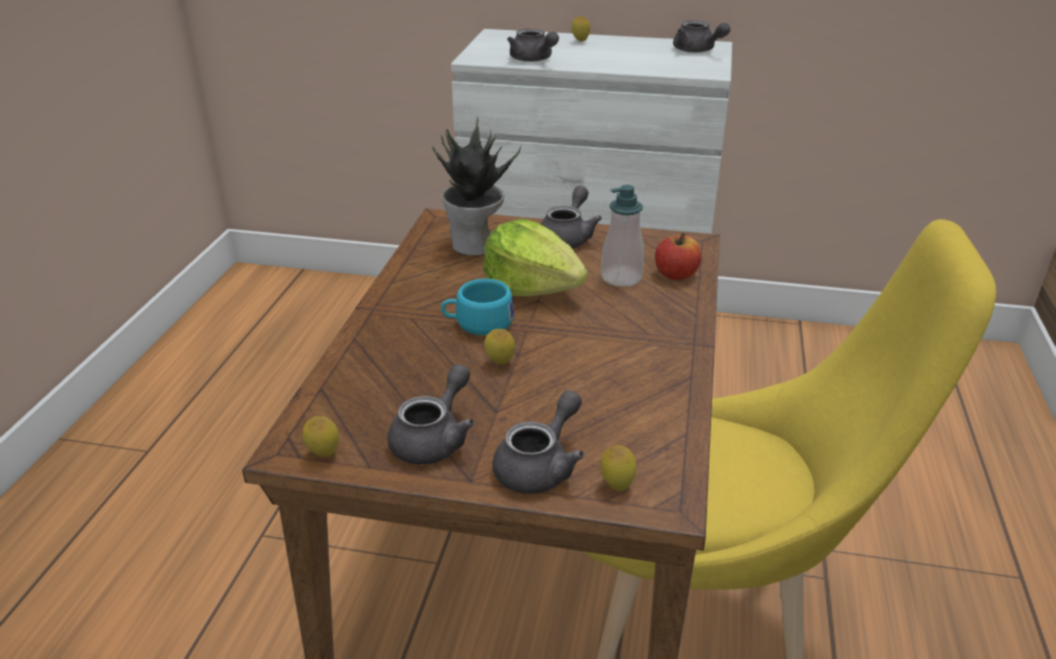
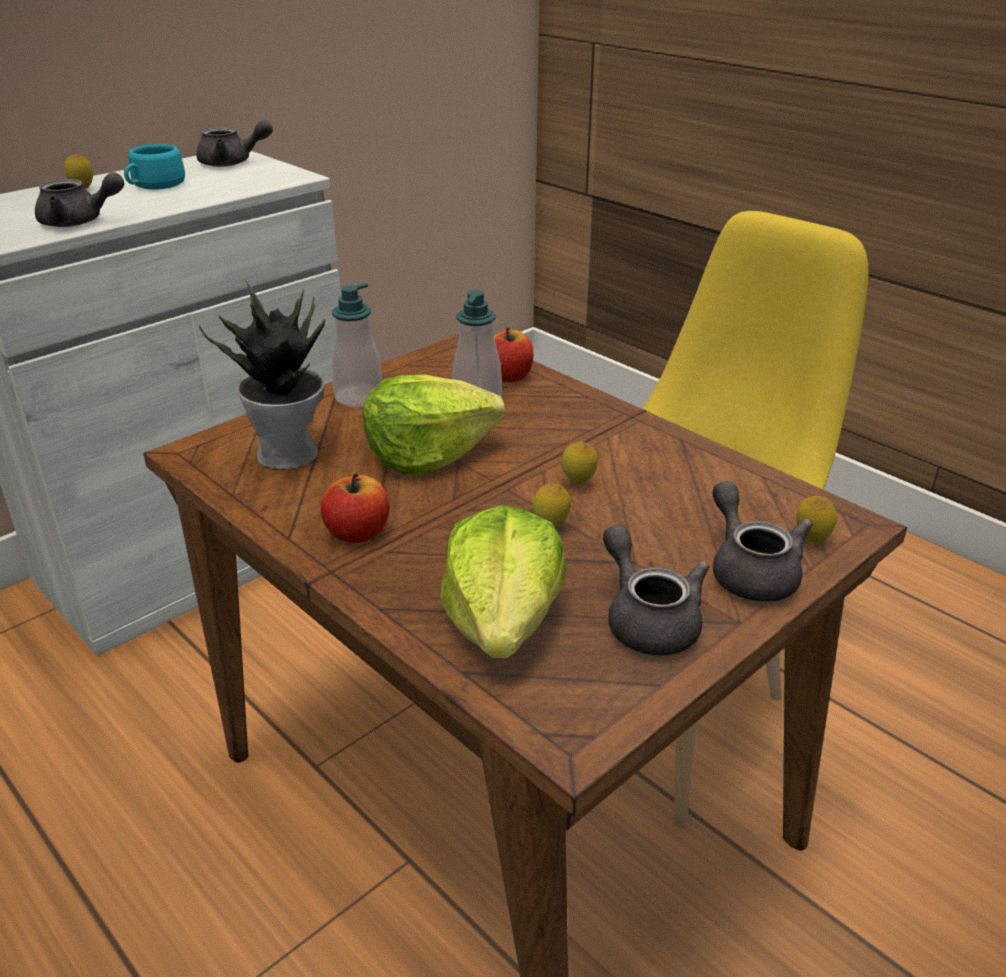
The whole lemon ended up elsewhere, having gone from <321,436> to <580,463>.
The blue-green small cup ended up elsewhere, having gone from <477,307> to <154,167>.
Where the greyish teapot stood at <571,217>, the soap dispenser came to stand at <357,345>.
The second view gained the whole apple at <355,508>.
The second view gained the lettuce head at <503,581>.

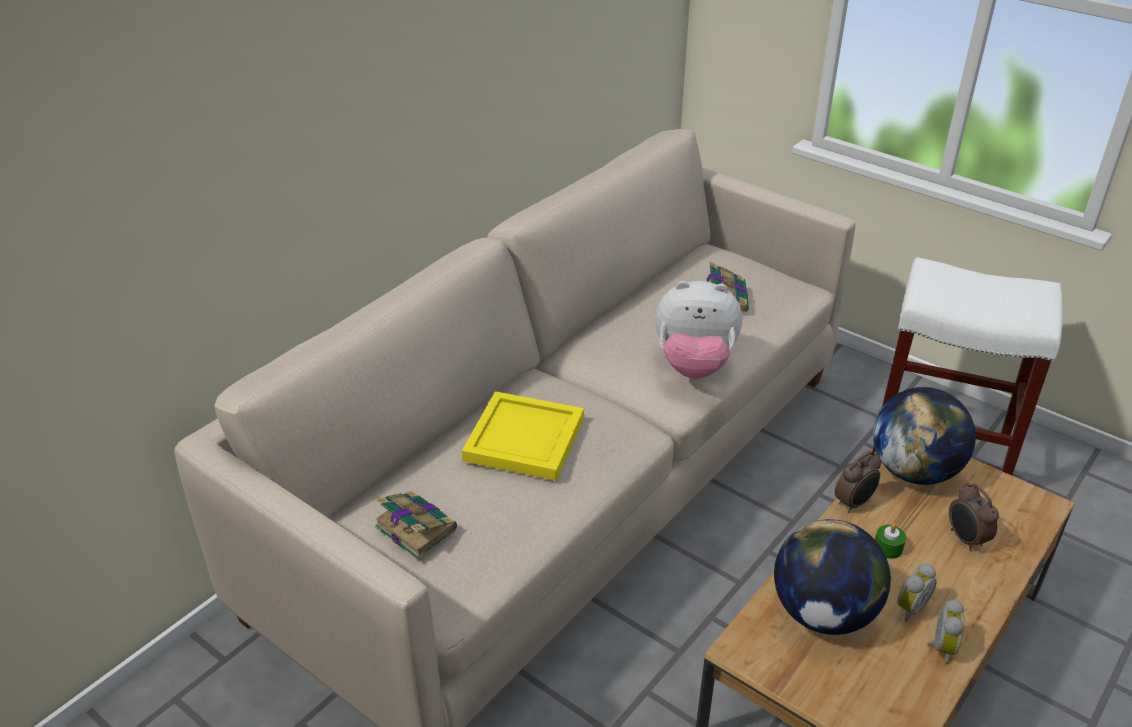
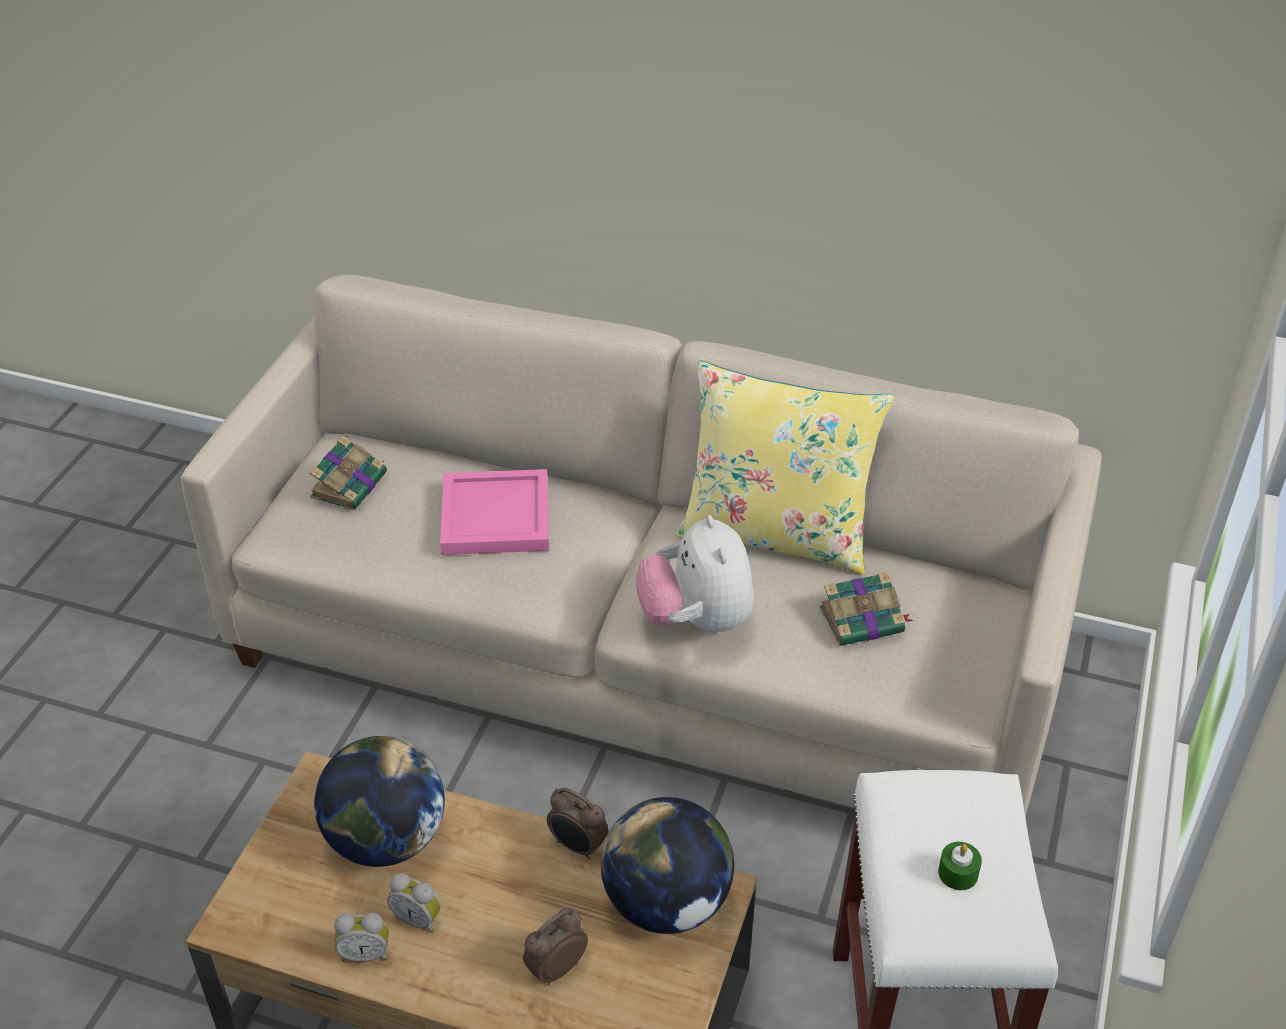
What was the yellowish serving tray at <523,436> turned into the pink-coloured serving tray at <494,512>.
The greenish candle ended up elsewhere, having gone from <890,541> to <960,866>.
The second view gained the yellowish cushion at <785,467>.

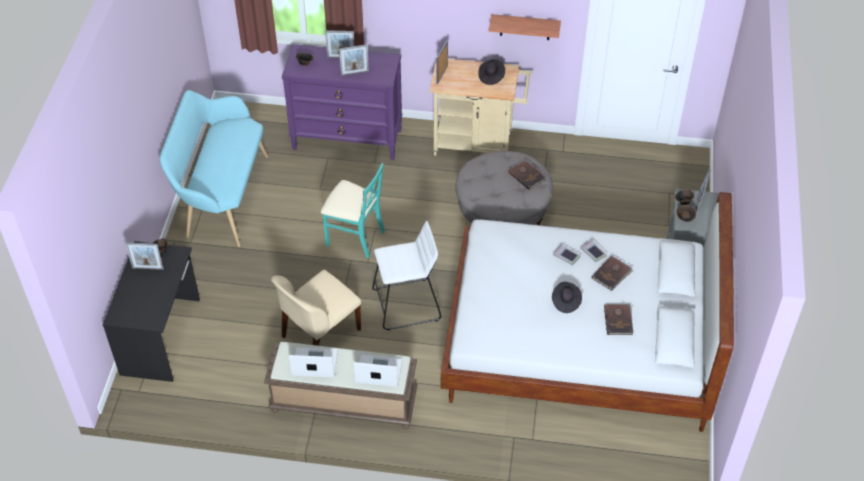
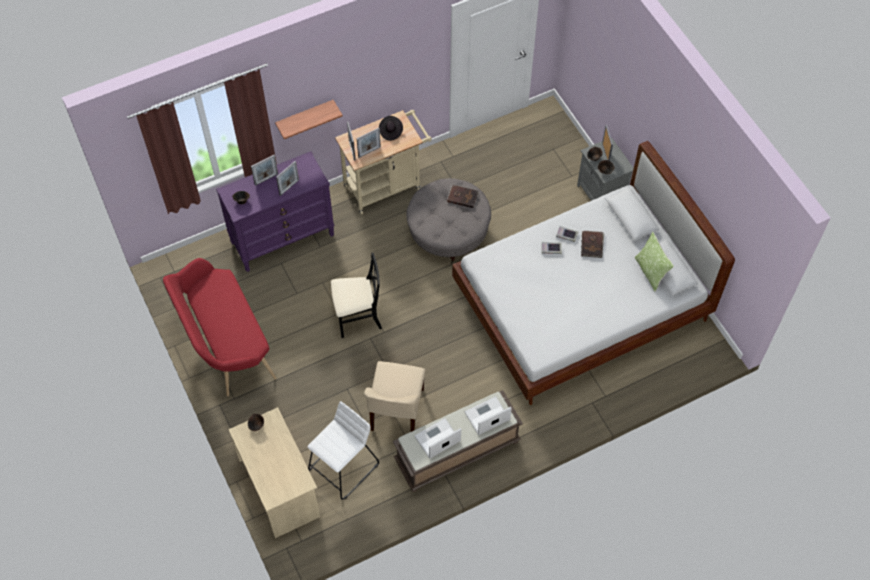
What was the black-coloured desk unit at <151,311> turned into the beige desk unit at <274,472>.
The photo frame ended up elsewhere, having gone from <144,256> to <369,143>.
What was the blue-green indoor bench at <214,168> turned into the reddish indoor bench at <219,327>.
What was the blue-green plain chair at <353,210> turned into the black-coloured plain chair at <356,295>.
The white-coloured stool seat ended up elsewhere, having gone from <406,275> to <343,450>.
The shelf ended up elsewhere, having gone from <525,27> to <309,119>.
The second view lost the black-coloured clothing hat at <567,297>.
The second view lost the brown bound book at <619,319>.
The second view gained the cushion at <654,262>.

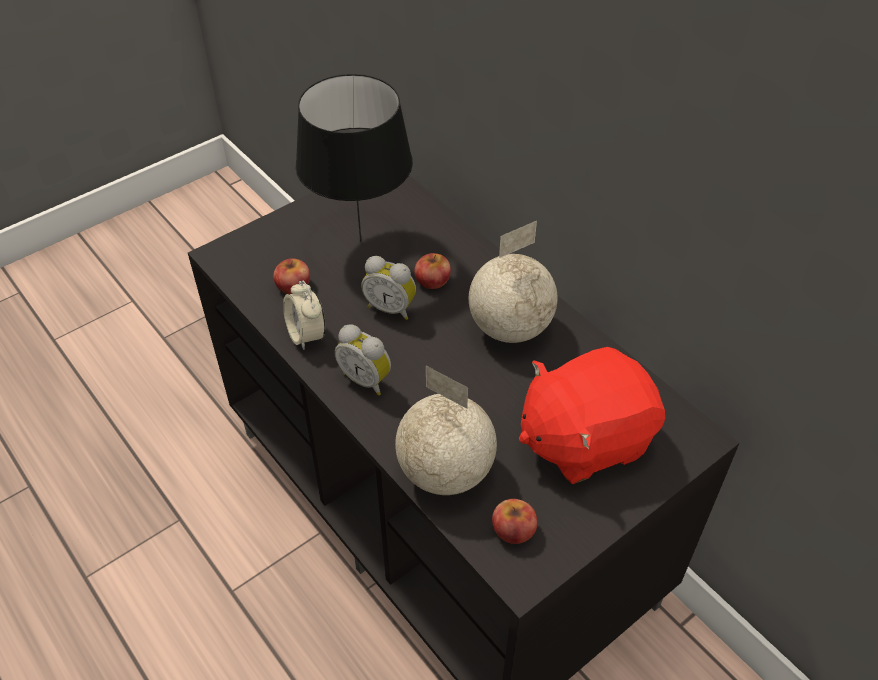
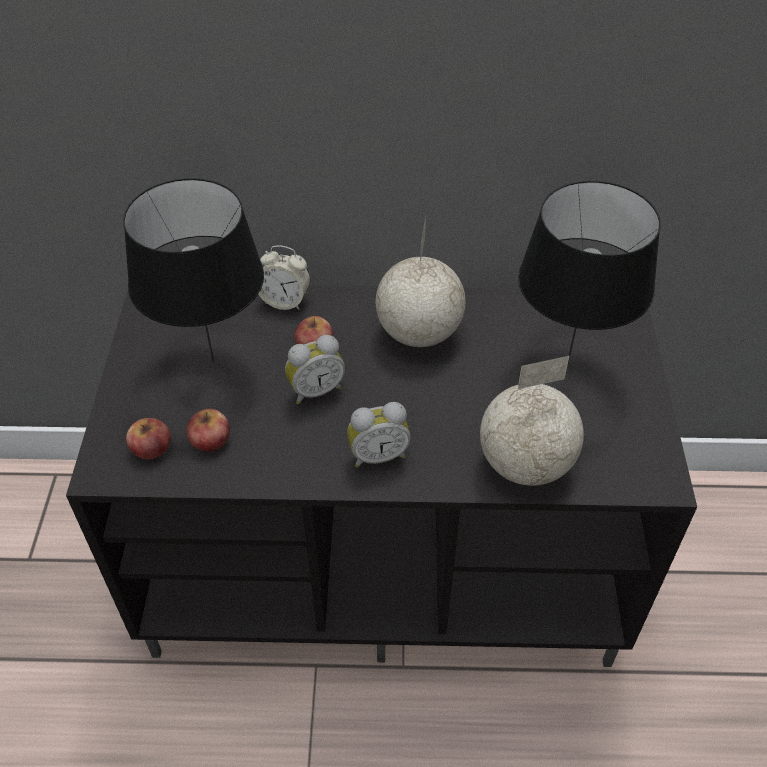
The table clock ended up elsewhere, having gone from <304,315> to <284,278>.
The whole apple ended up elsewhere, having gone from <515,521> to <148,438>.
Where the reddish cuddly toy stood at <592,415>, the black-coloured table lamp came to stand at <589,272>.

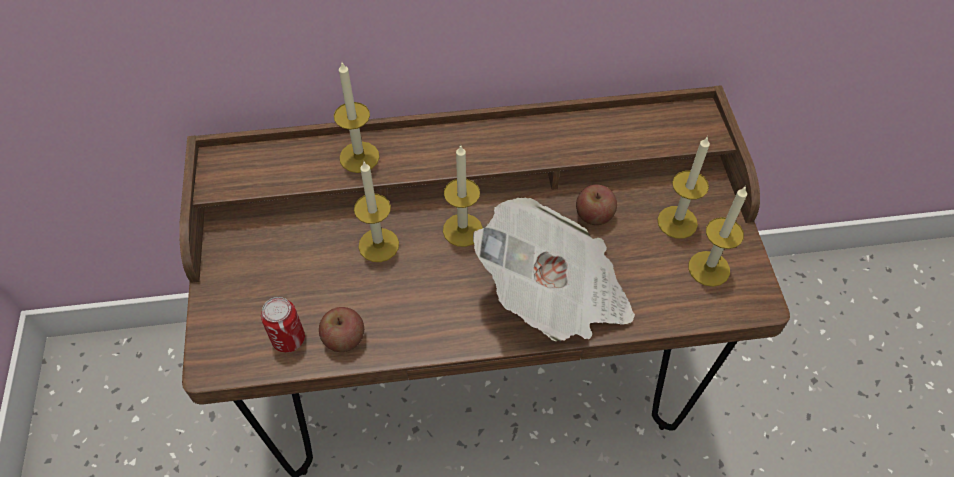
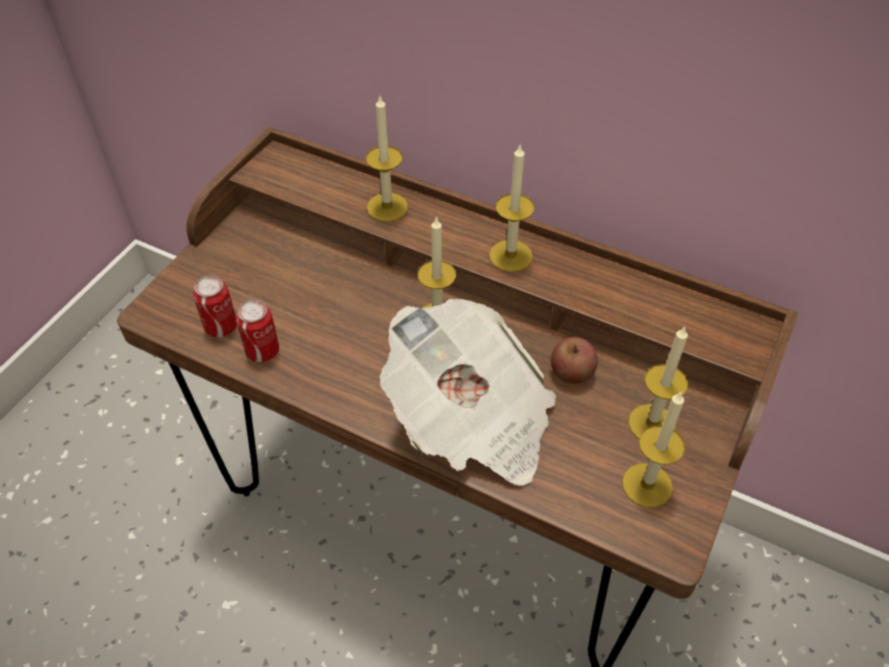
Where the whole apple stood at <341,329>, the can came to stand at <257,331>.
The candle ended up elsewhere, having gone from <376,212> to <512,208>.

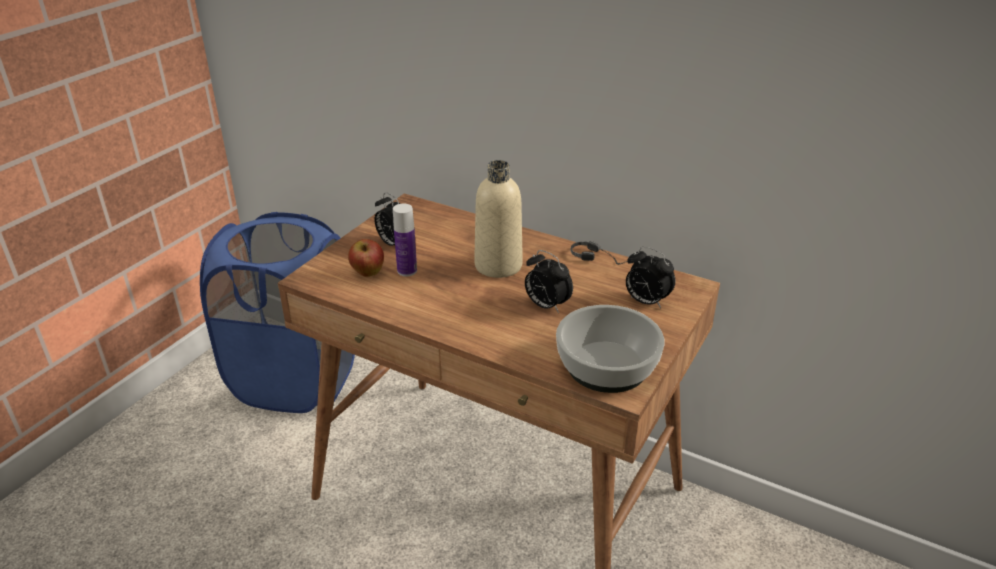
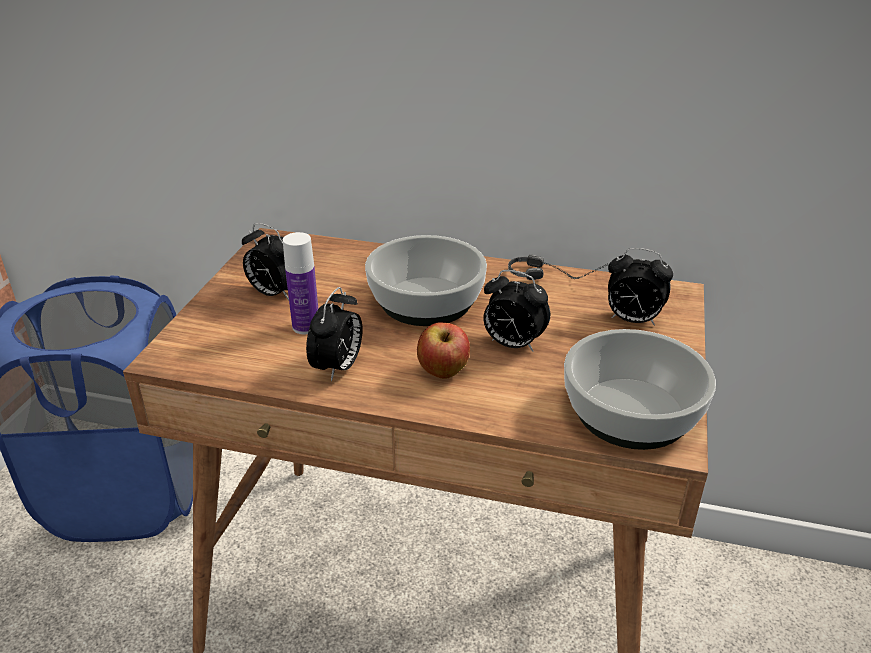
The whole apple ended up elsewhere, having gone from <366,258> to <443,350>.
Where the beige drink bottle stood at <498,219>, the bowl came to stand at <426,280>.
The second view gained the table clock at <334,334>.

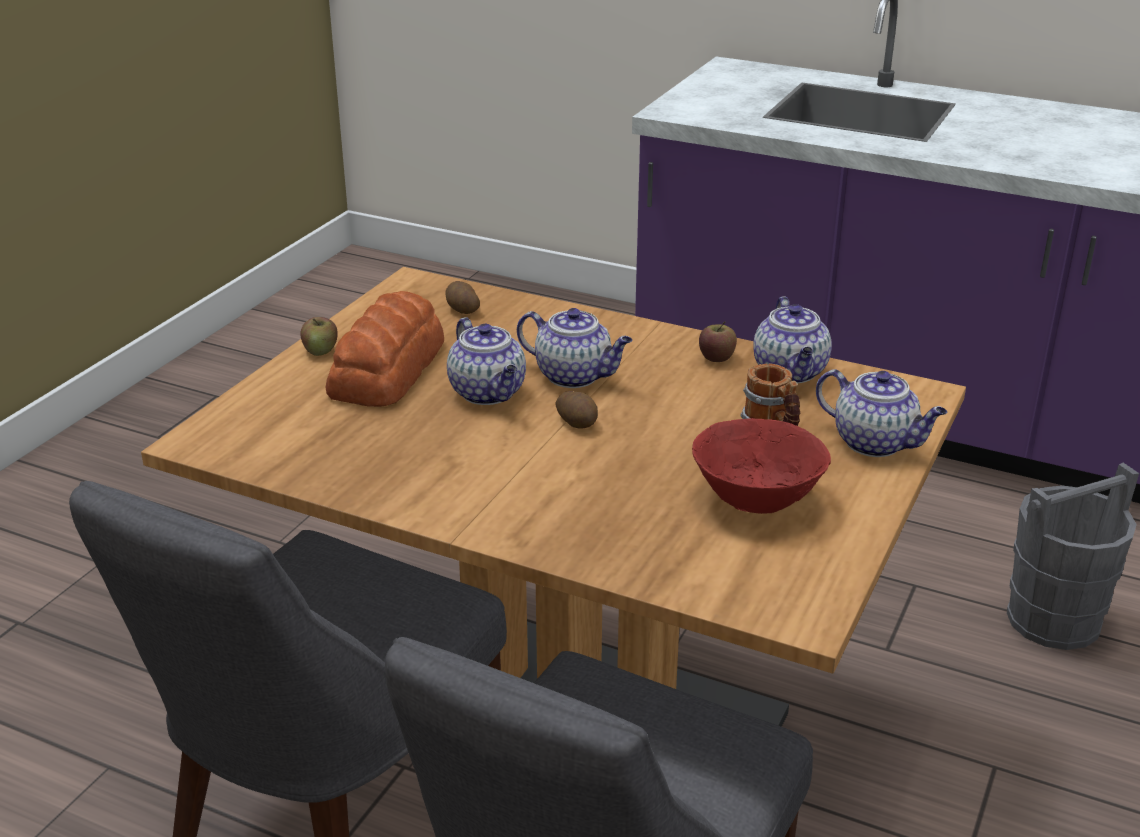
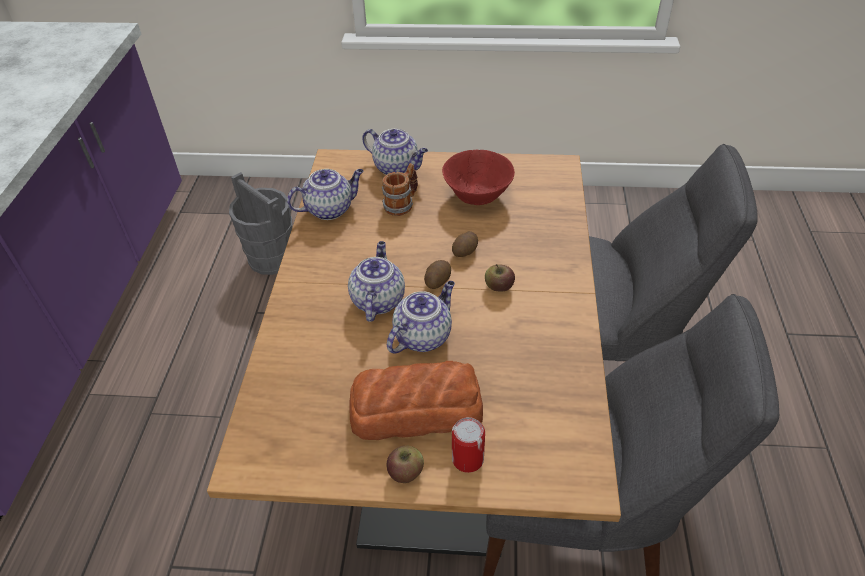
The potato ended up elsewhere, having gone from <463,297> to <465,244>.
The whole apple ended up elsewhere, having gone from <718,342> to <500,277>.
The teapot at <881,413> ended up facing another way, 105 degrees clockwise from before.
The second view gained the can at <468,445>.

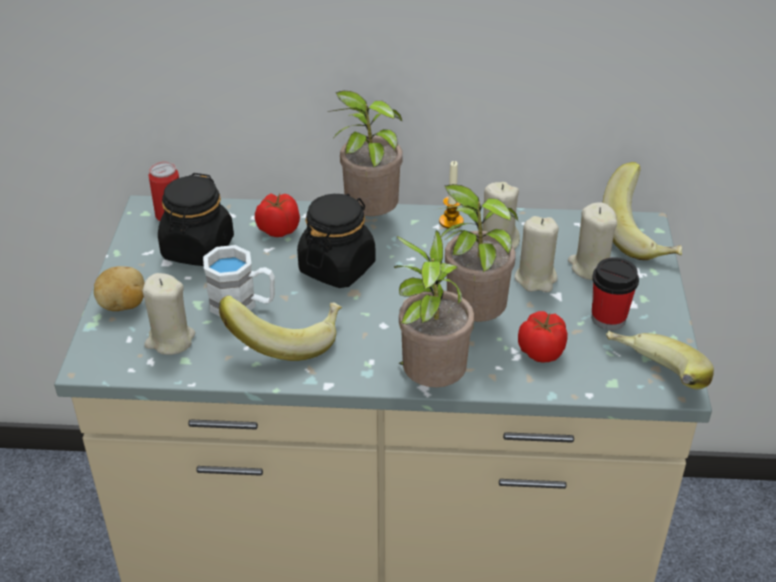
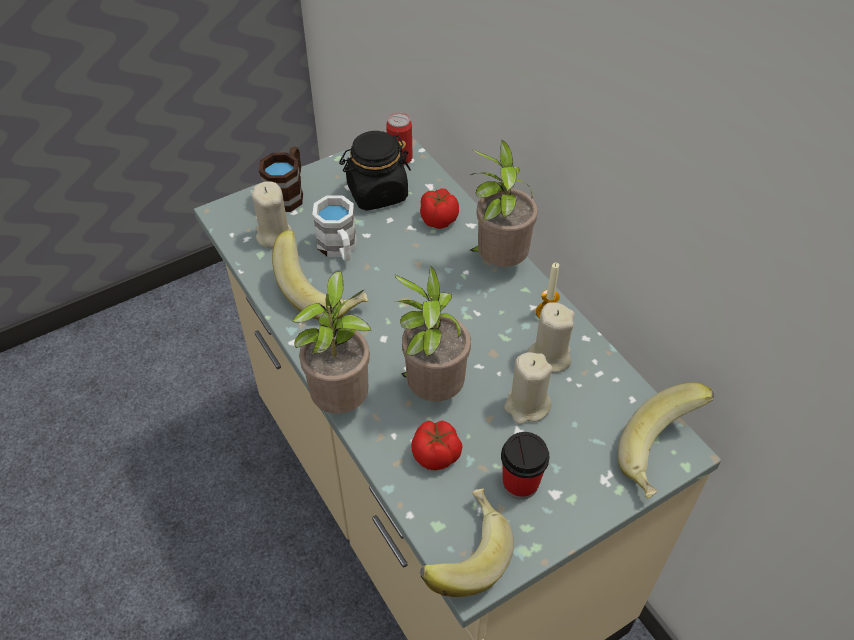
Where the potato stood at <119,288>, the brown mug came to stand at <281,179>.
The second view lost the black-coloured storage jar at <336,241>.
The second view lost the beige candle at <592,241>.

